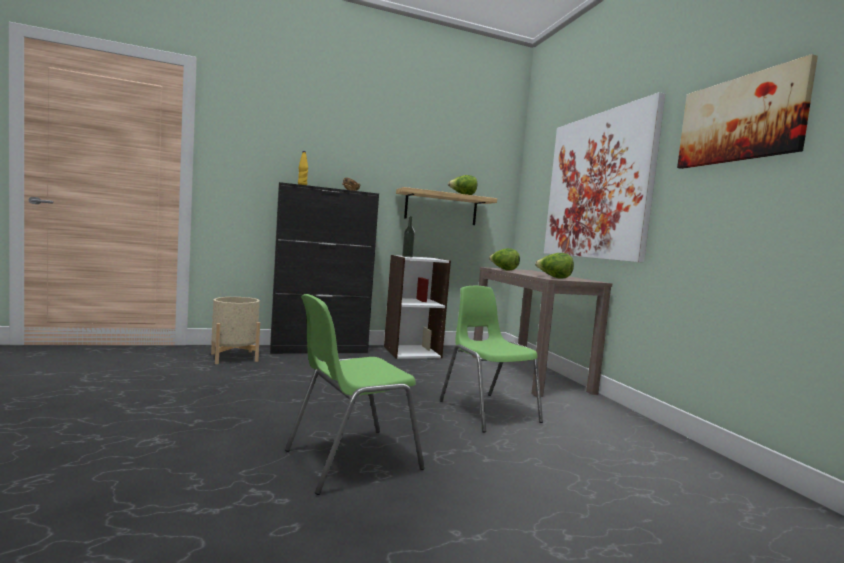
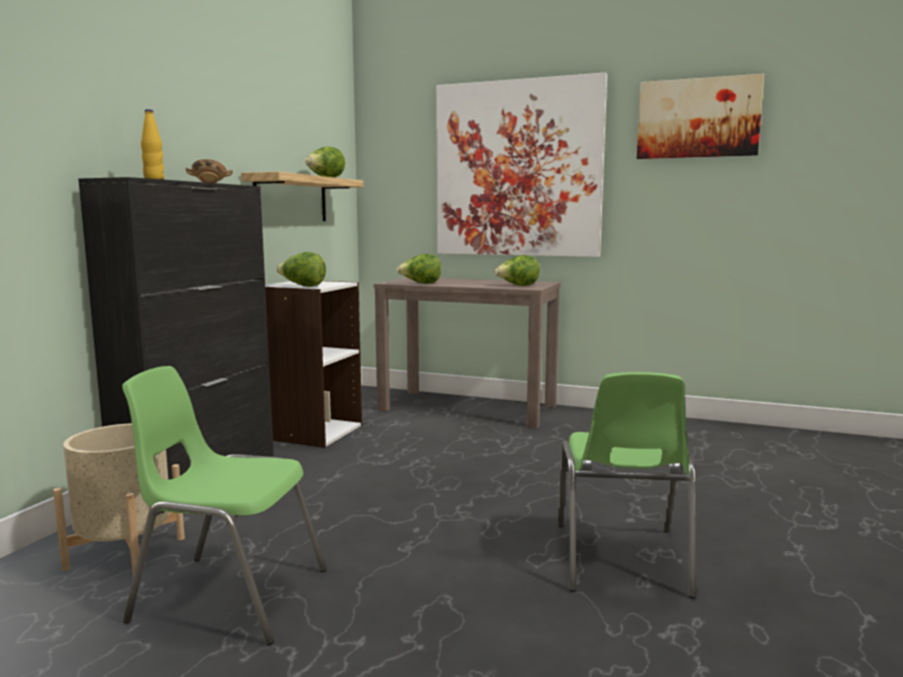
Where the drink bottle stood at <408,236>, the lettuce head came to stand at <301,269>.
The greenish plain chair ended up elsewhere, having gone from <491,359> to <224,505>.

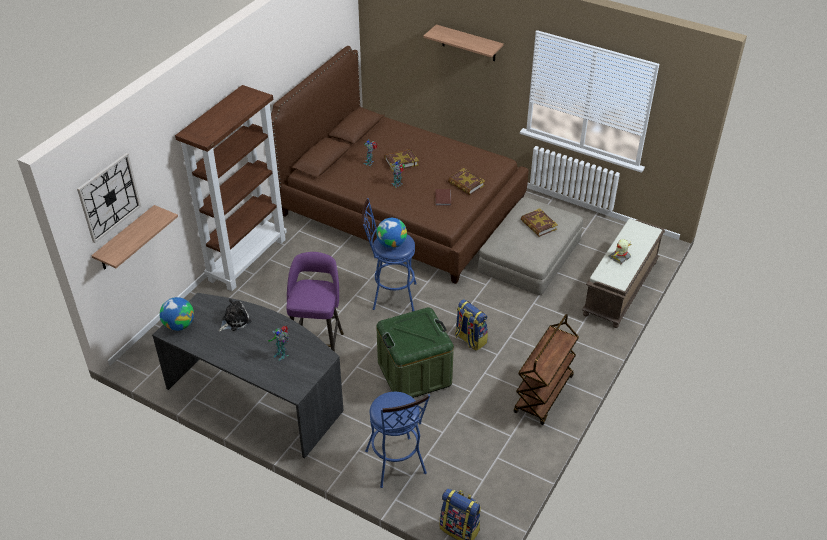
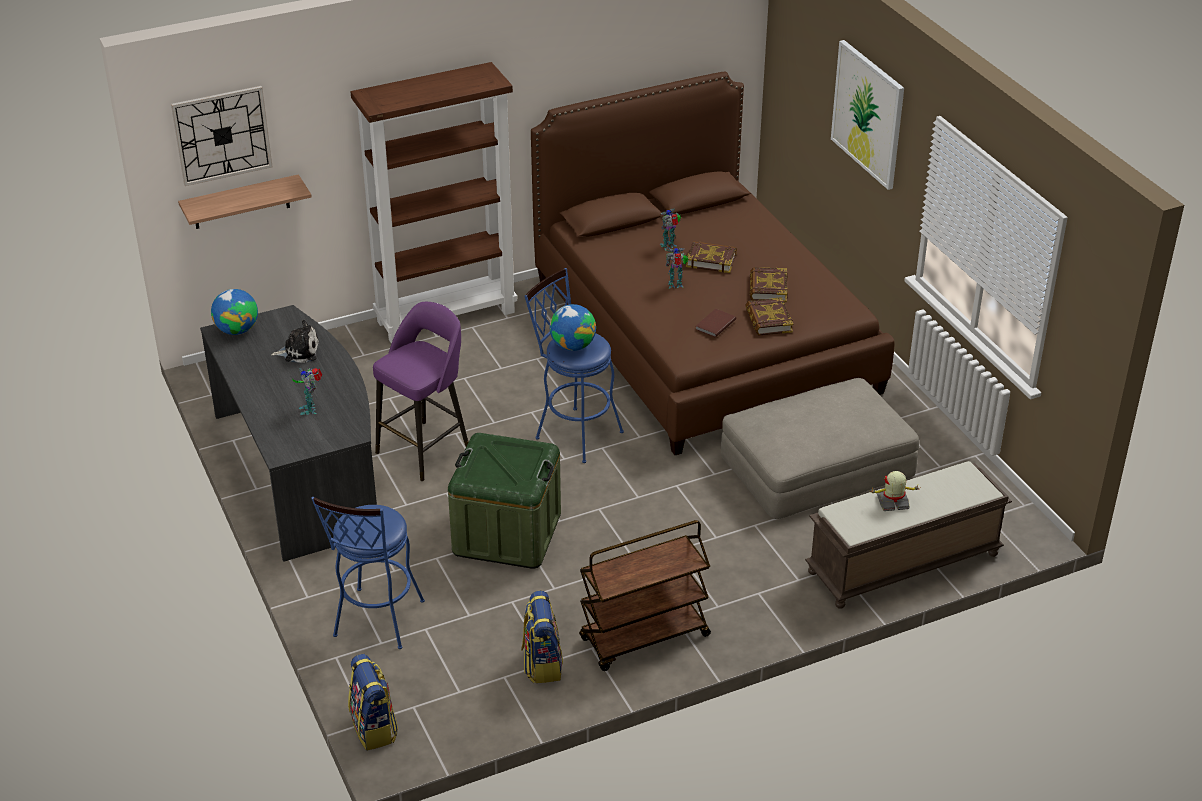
Where the shelf hung at <463,42>, the wall art came to hang at <867,115>.
The backpack ended up elsewhere, having gone from <471,325> to <542,637>.
The bound book ended up elsewhere, having gone from <539,223> to <769,284>.

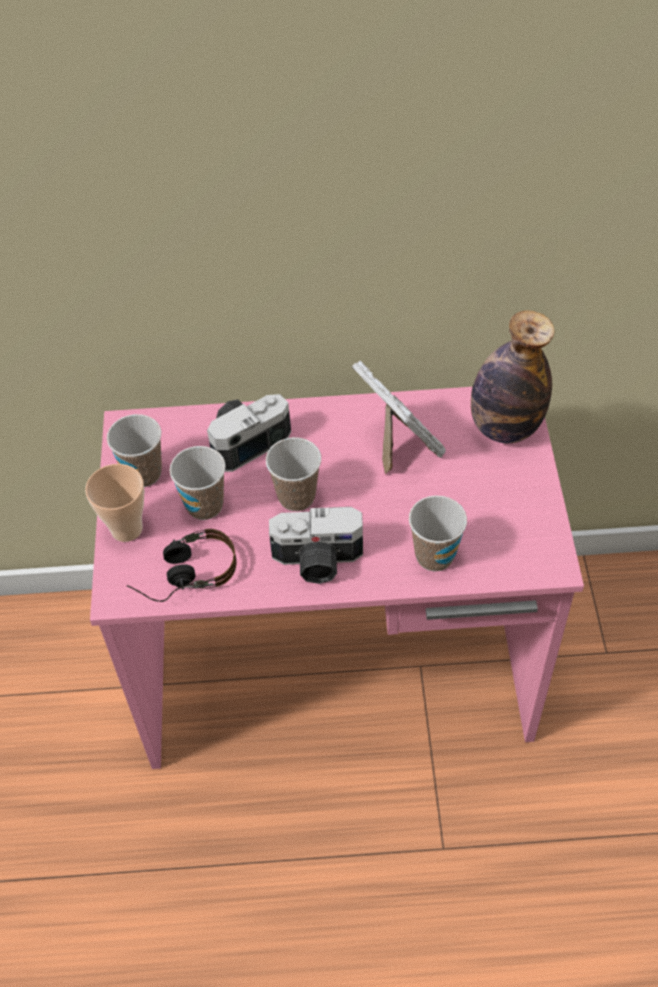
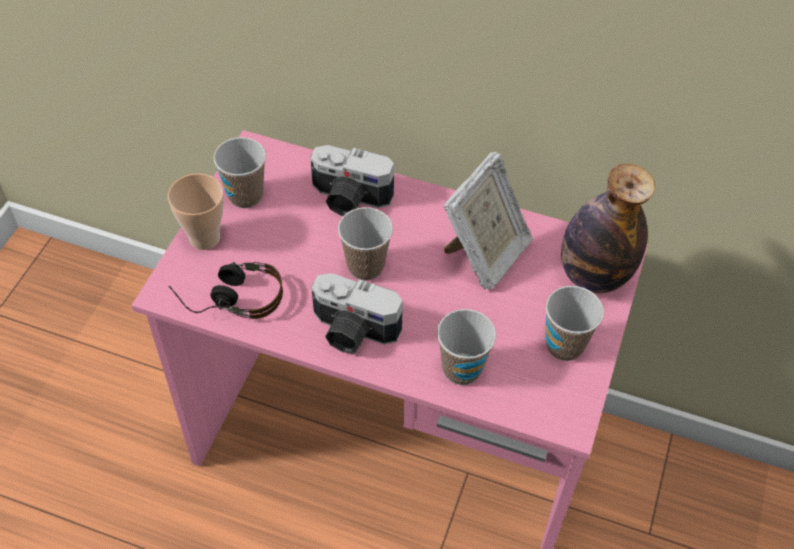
The small cup ended up elsewhere, having gone from <198,483> to <574,323>.
The still camera at <249,433> ended up facing another way, 150 degrees counterclockwise from before.
The photo frame at <398,417> ended up facing another way, 45 degrees clockwise from before.

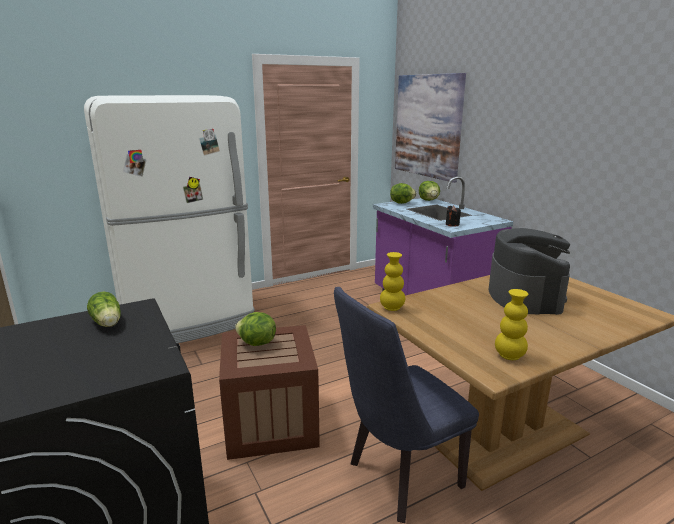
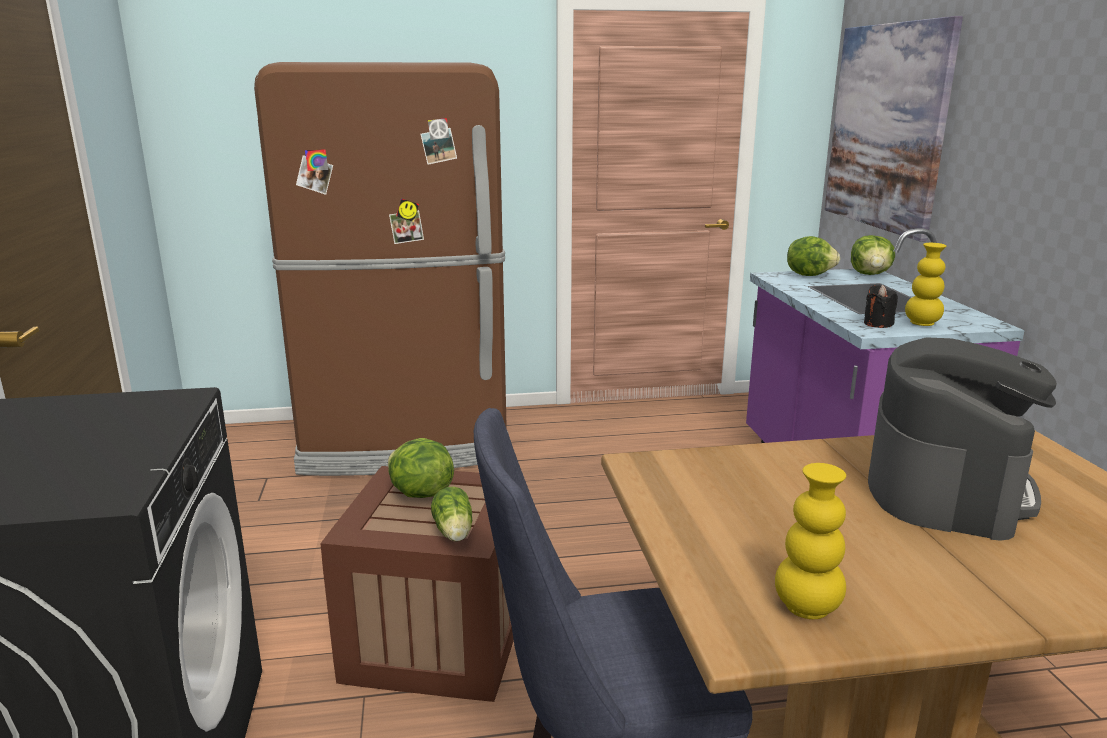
What was the white-coloured refrigerator at <169,219> turned into the brown refrigerator at <381,269>.
The lettuce head ended up elsewhere, having gone from <104,309> to <451,514>.
The yellowish vase ended up elsewhere, having gone from <392,281> to <925,284>.

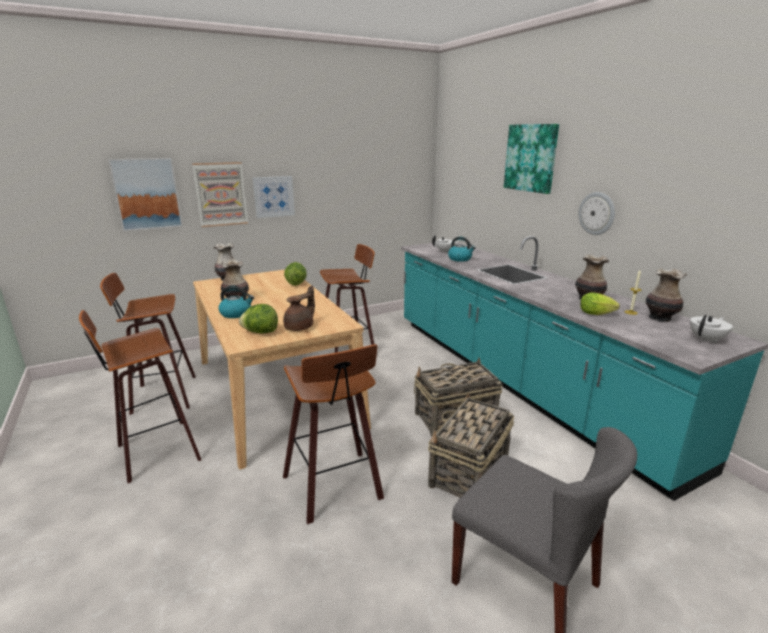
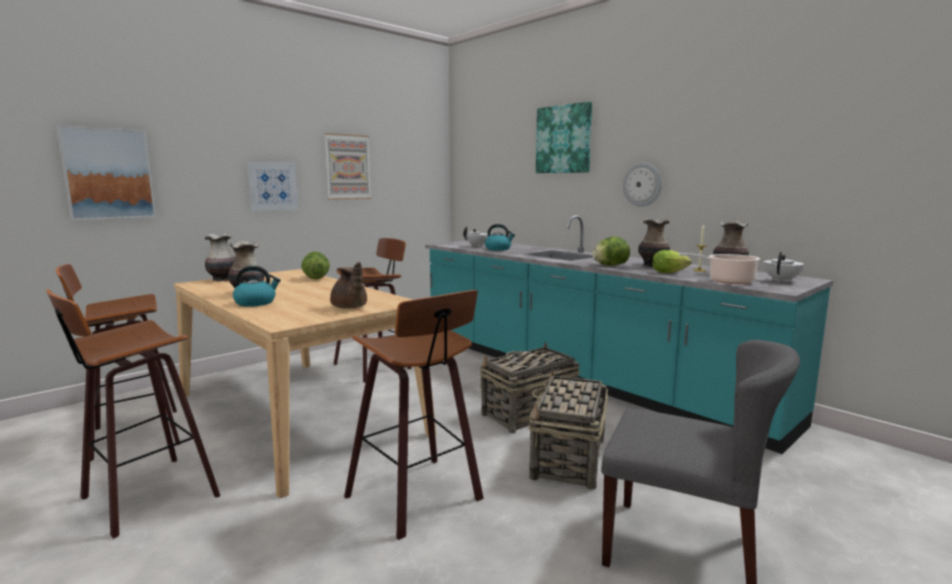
The wall art ended up elsewhere, having gone from <220,194> to <348,166>.
The lettuce head ended up elsewhere, having gone from <258,318> to <611,251>.
The brown teapot at <299,308> ended up facing another way, 120 degrees clockwise from before.
The second view gained the cooking pot at <719,268>.

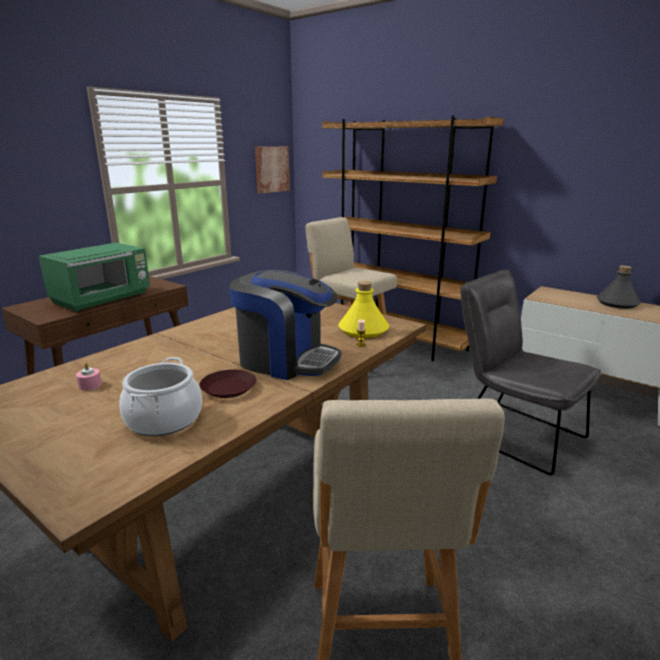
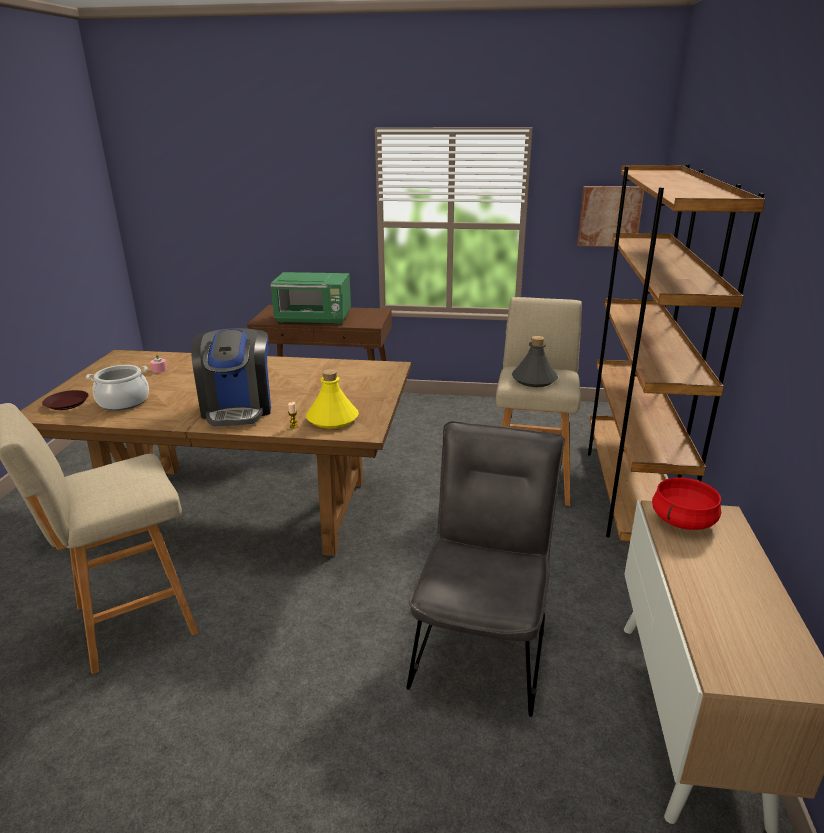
The brown plate ended up elsewhere, having gone from <227,384> to <65,400>.
The greyish drink bottle ended up elsewhere, having gone from <619,287> to <535,361>.
The second view gained the reddish cooking pot at <686,503>.

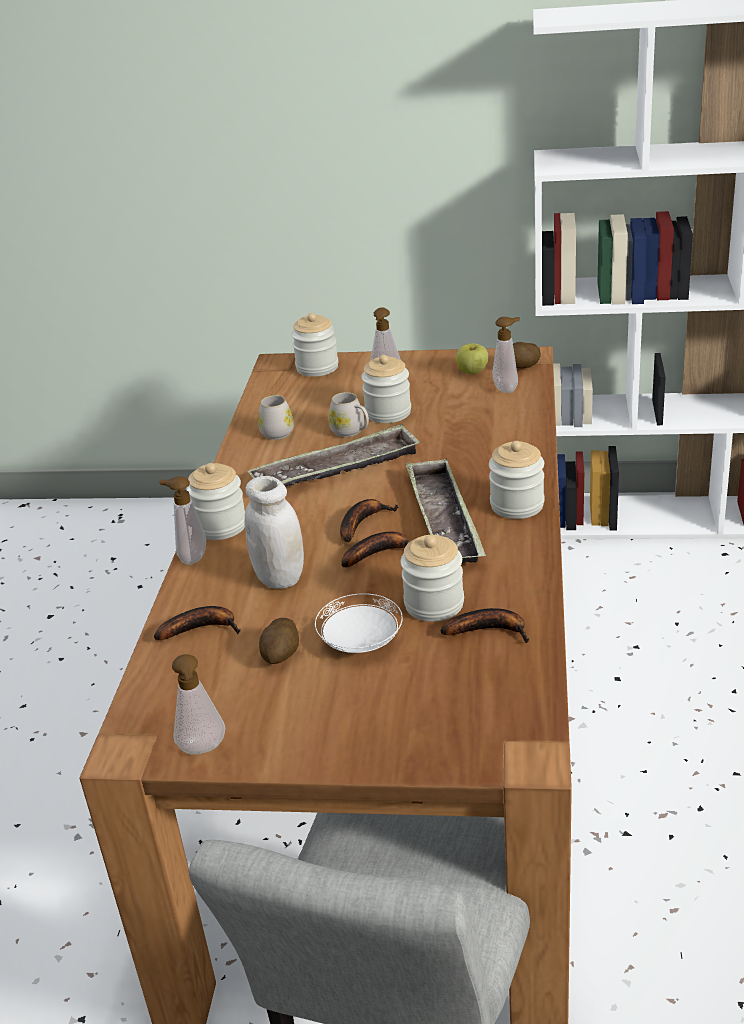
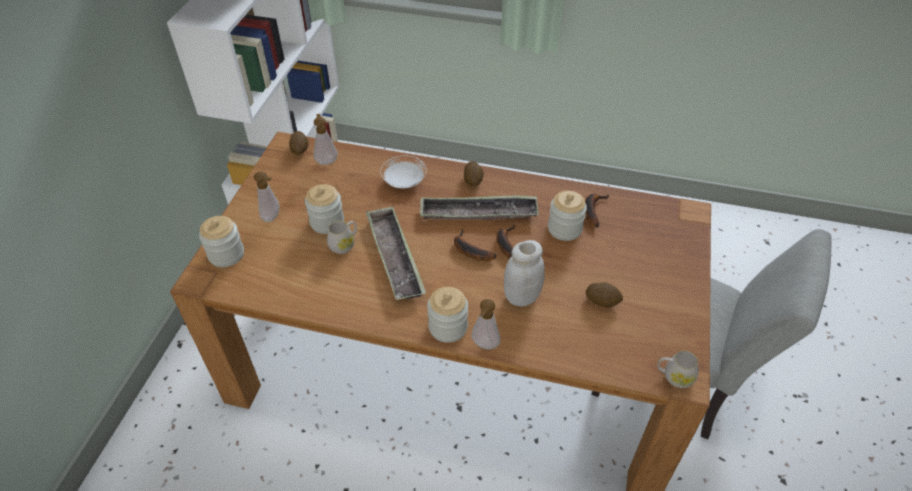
The second view lost the whole banana at <197,623>.
The second view lost the soap dispenser at <198,704>.
The white-coloured mug ended up elsewhere, having gone from <276,417> to <677,369>.
The white-coloured plate ended up elsewhere, having gone from <359,623> to <403,172>.
The second view lost the whole apple at <472,358>.
Where the storage jar stood at <516,480>, the potato came to stand at <474,173>.

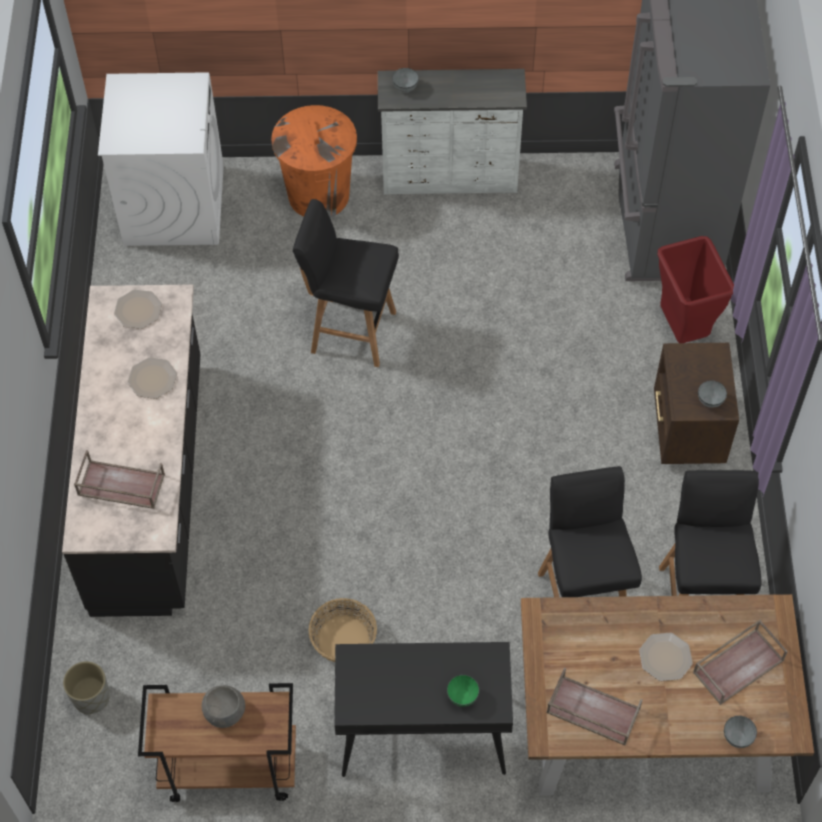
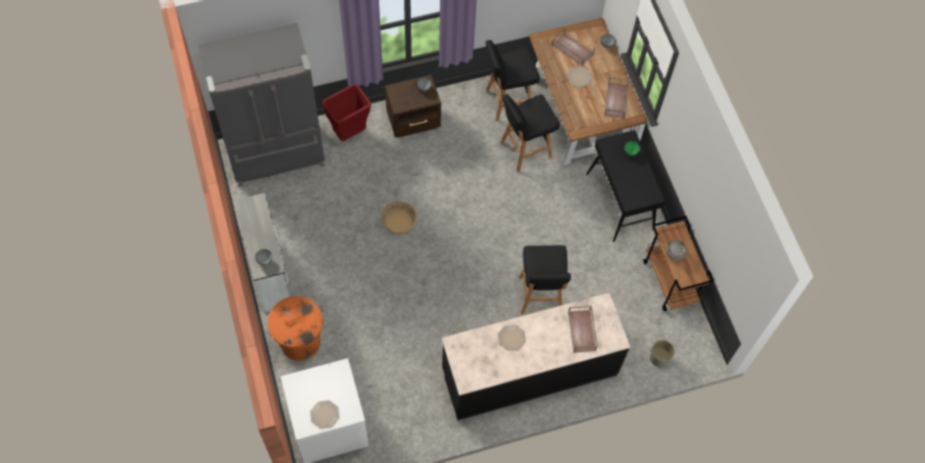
The plate ended up elsewhere, having gone from <138,309> to <325,414>.
The black-coloured stool seat ended up elsewhere, having gone from <346,283> to <545,279>.
The storage basket ended up elsewhere, having gone from <342,630> to <399,217>.

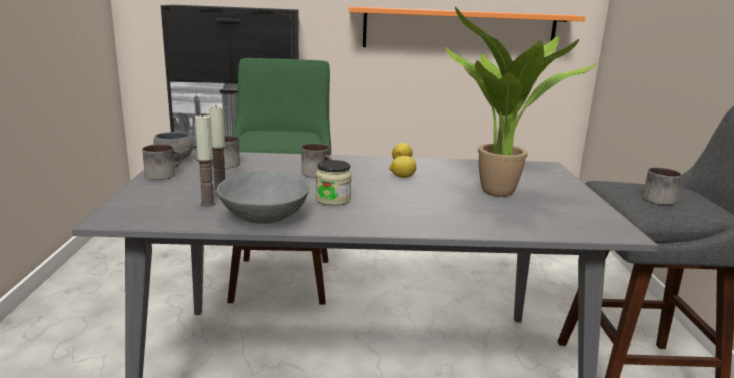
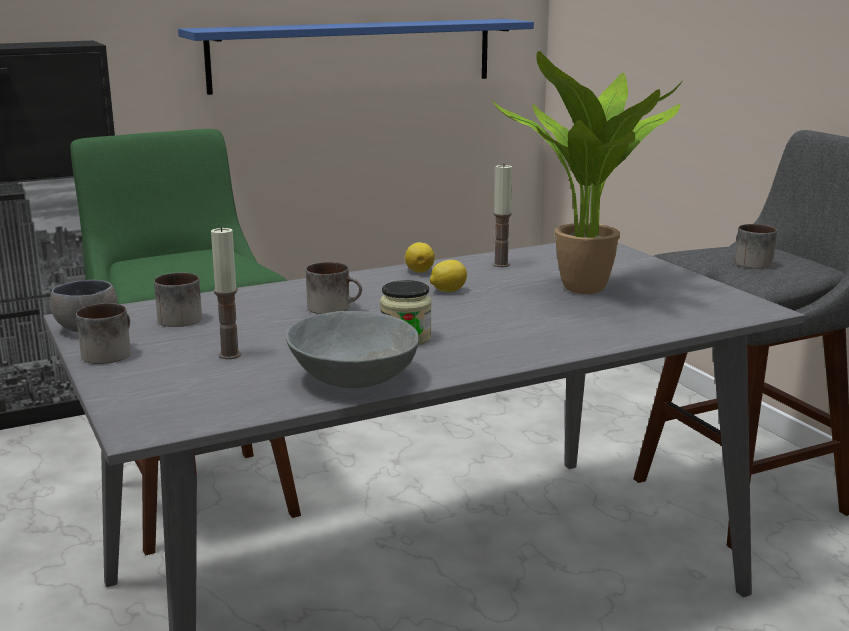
The candle ended up elsewhere, having gone from <205,160> to <502,215>.
What was the orange-coloured shelf at <467,26> turned into the bluish shelf at <356,57>.

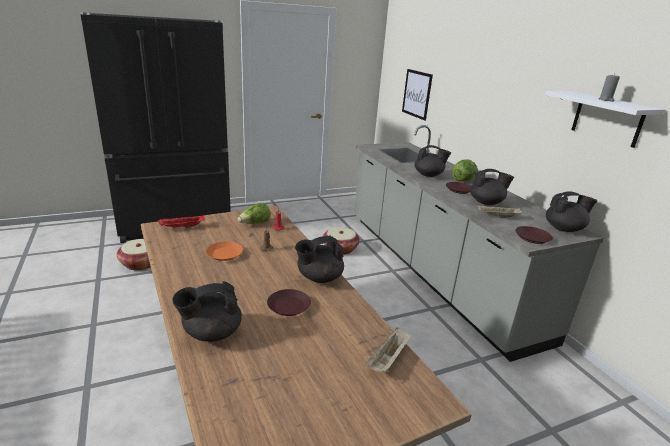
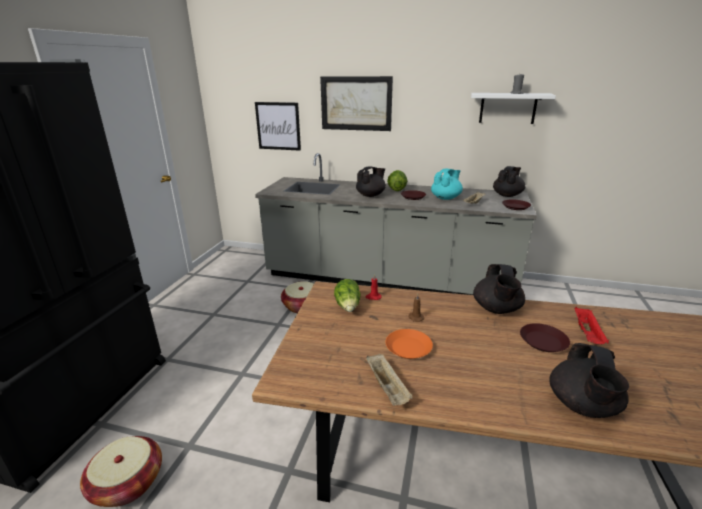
The reddish serving tray ended up elsewhere, having gone from <181,221> to <591,325>.
The beige serving tray ended up elsewhere, having gone from <388,350> to <389,380>.
What was the black-coloured teapot at <492,187> turned into the blue-green teapot at <447,184>.
The second view gained the wall art at <356,103>.

